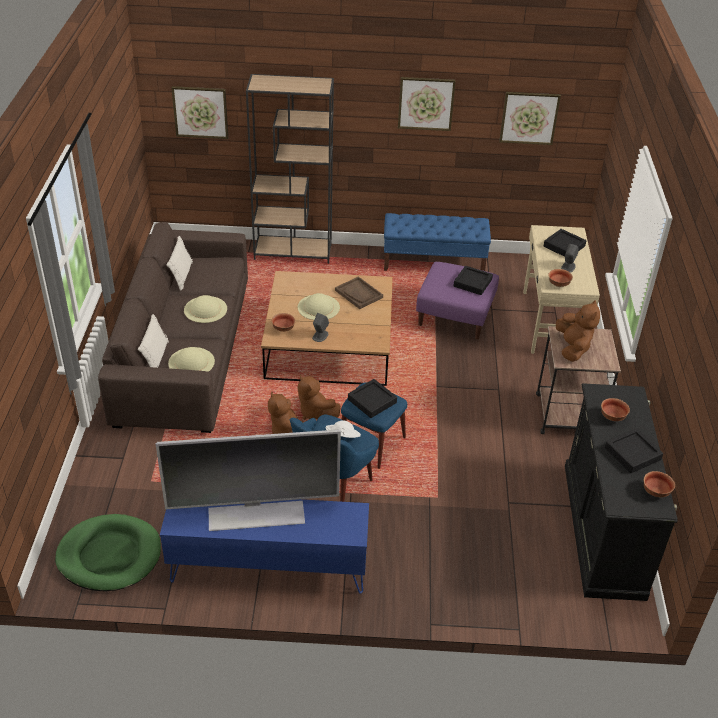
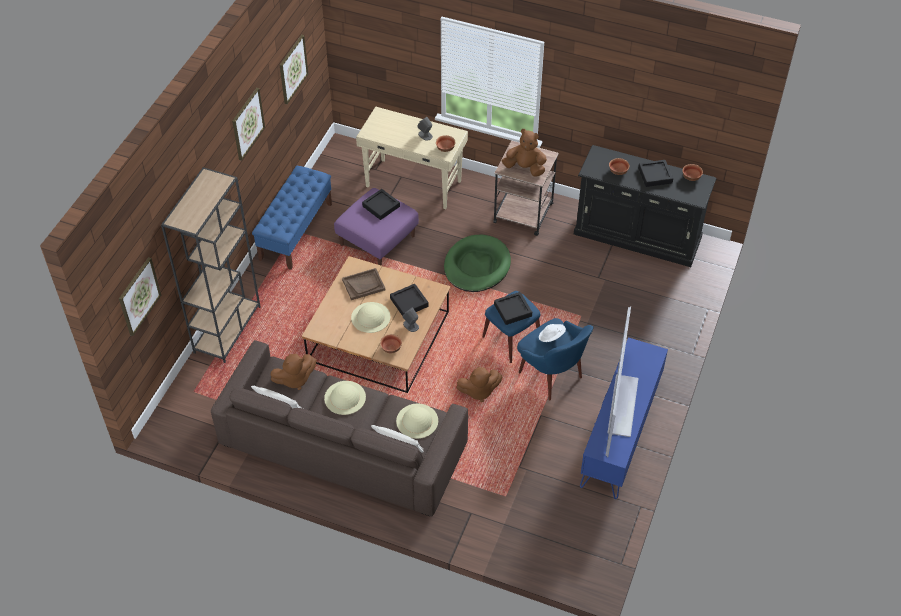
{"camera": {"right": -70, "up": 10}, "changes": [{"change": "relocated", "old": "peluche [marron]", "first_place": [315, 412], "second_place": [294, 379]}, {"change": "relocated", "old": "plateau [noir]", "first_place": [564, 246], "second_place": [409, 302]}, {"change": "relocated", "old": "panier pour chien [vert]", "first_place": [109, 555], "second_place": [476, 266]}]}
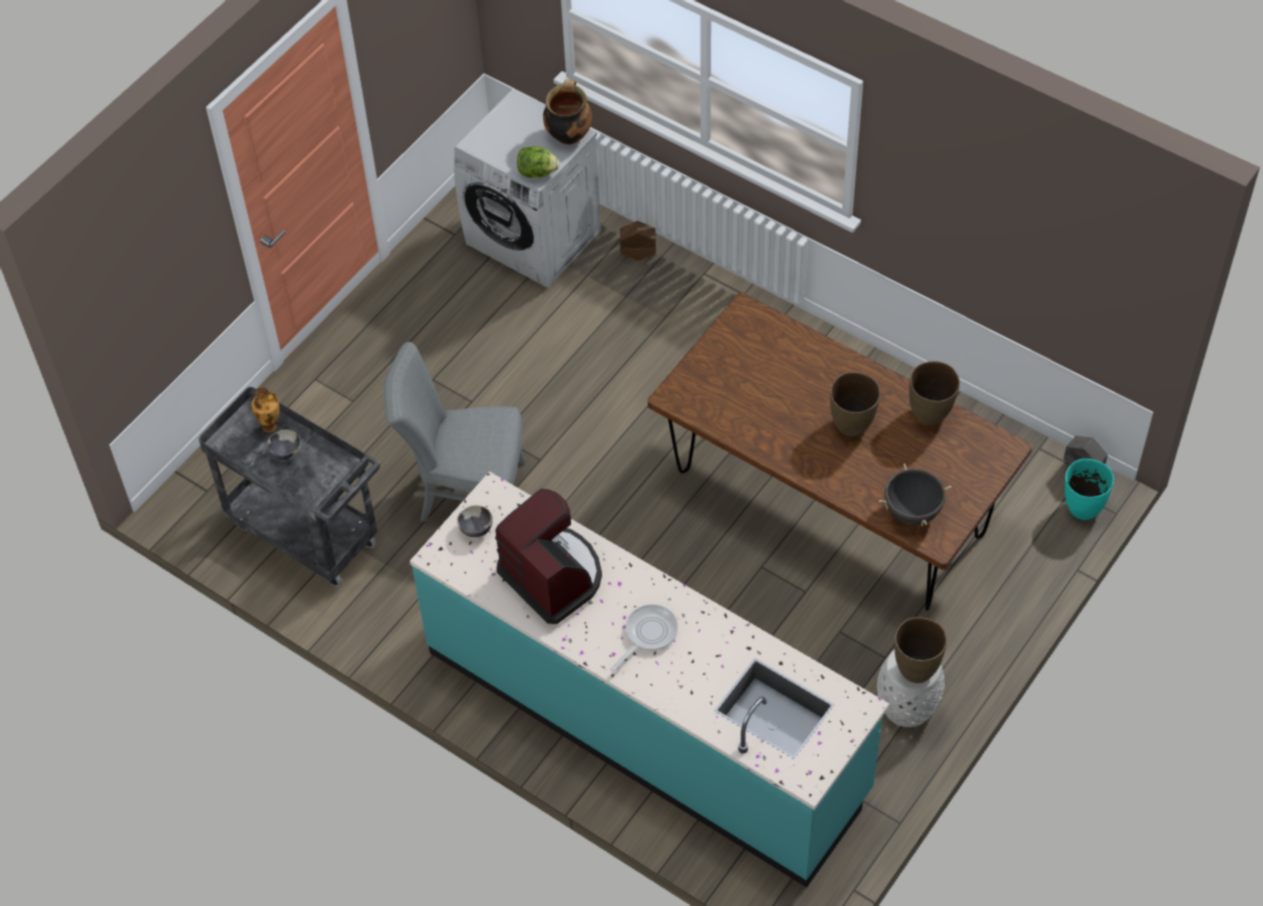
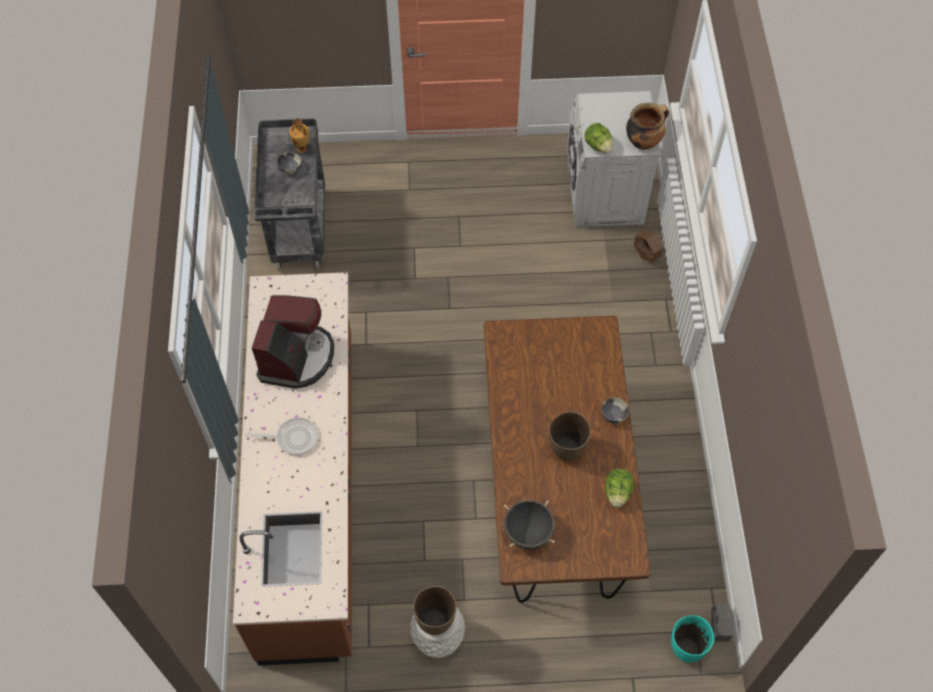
{"camera": {"right": 50, "up": 5}, "changes": [{"change": "colour", "old": "comptoir de cuisine [turquoise]", "new": "comptoir de cuisine [marron]", "first_place": [647, 721], "second_place": [311, 492]}, {"change": "relocated", "old": "bol", "first_place": [476, 529], "second_place": [613, 416]}, {"change": "exchanged", "old": "vase [marron]", "new": "laitue", "first_place": [930, 415], "second_place": [617, 492]}, {"change": "missing", "old": "chaise [gris]", "first_place": [465, 492]}]}
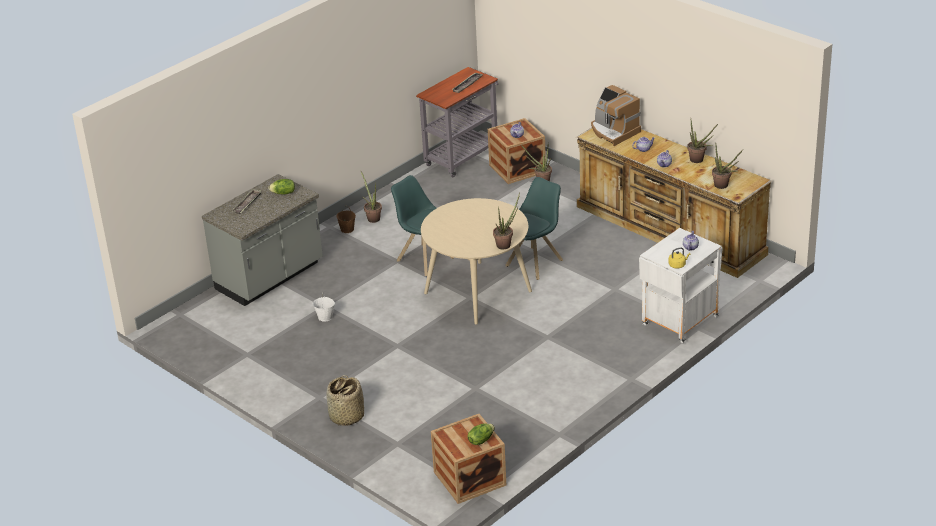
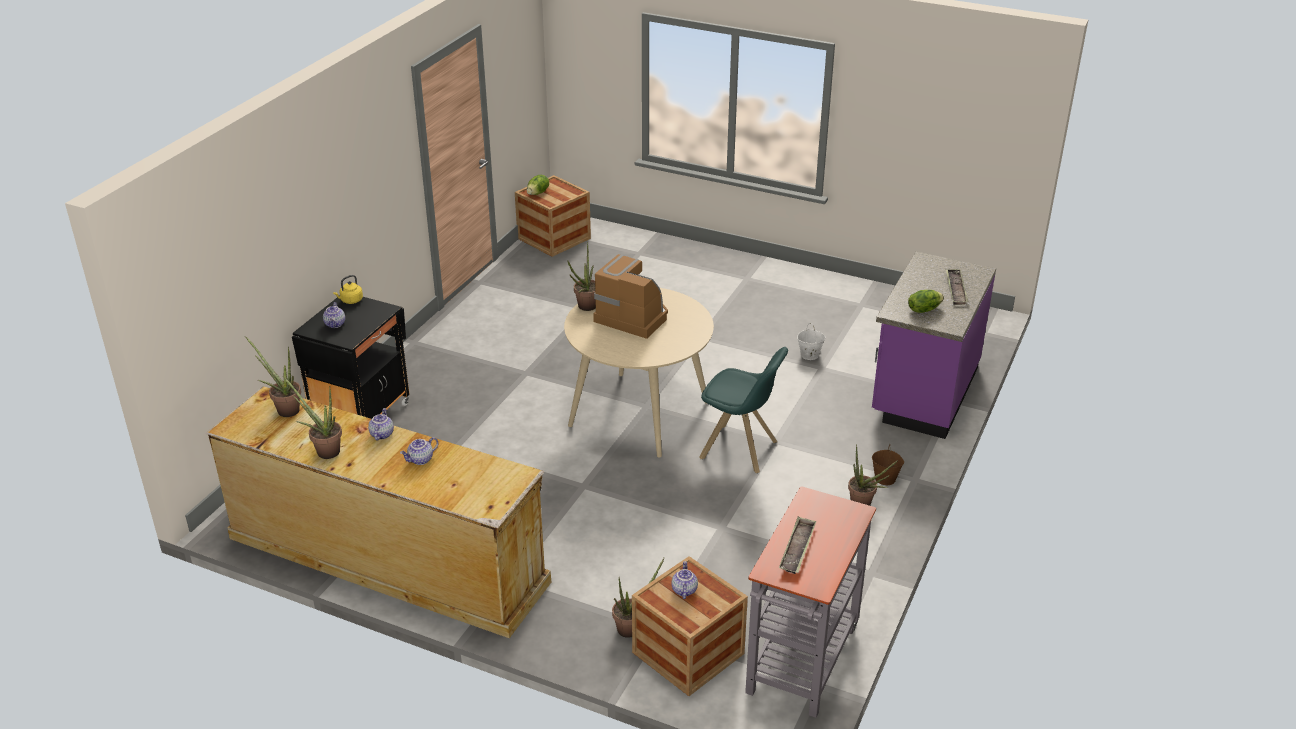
{"camera": {"right": 160, "up": 0}, "changes": [{"change": "colour", "old": "chariot [blanc]", "new": "chariot [noir]", "first_place": [679, 322], "second_place": [361, 415]}, {"change": "relocated", "old": "machine à café", "first_place": [613, 132], "second_place": [632, 316]}, {"change": "colour", "old": "comptoir de cuisine [gris]", "new": "comptoir de cuisine [violet]", "first_place": [270, 277], "second_place": [923, 392]}, {"change": "missing", "old": "panier", "first_place": [346, 416]}, {"change": "missing", "old": "chaise [turquoise]", "first_place": [535, 263]}]}
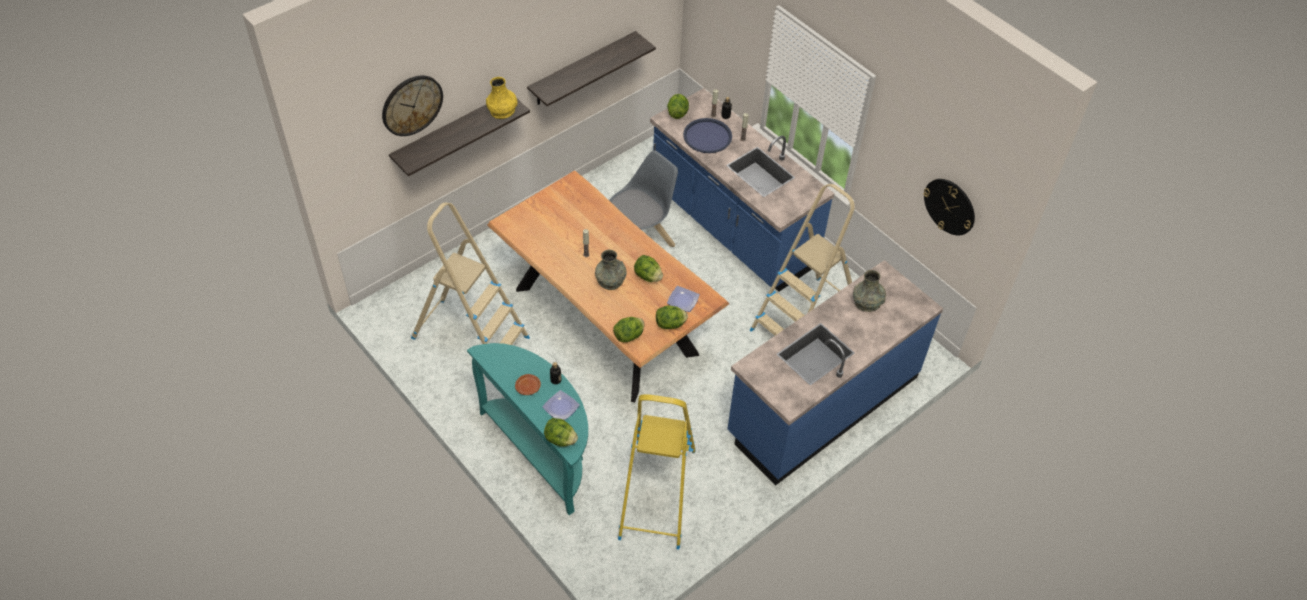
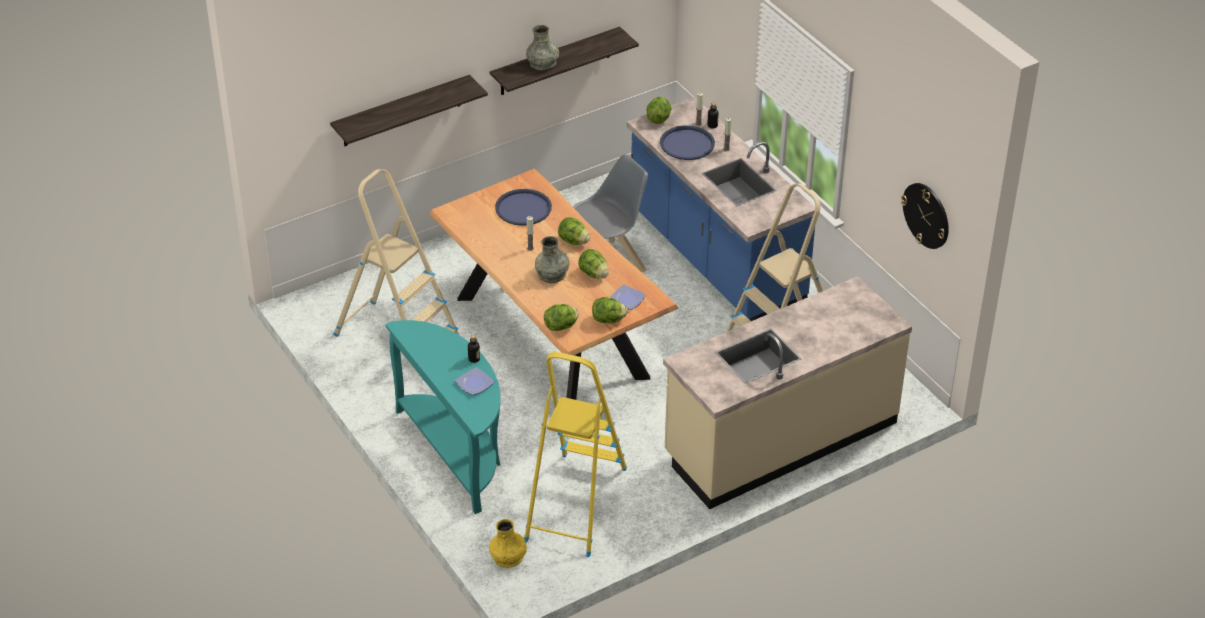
{"camera": {"right": 10, "up": -10}, "changes": [{"change": "relocated", "old": "vase [jaune]", "first_place": [502, 110], "second_place": [508, 557]}, {"change": "appeared", "new": "plateau [bleu]", "second_place": [523, 208]}, {"change": "relocated", "old": "vase [gris]", "first_place": [867, 302], "second_place": [543, 63]}, {"change": "relocated", "old": "laitue", "first_place": [560, 439], "second_place": [573, 241]}, {"change": "colour", "old": "comptoir de cuisine [bleu]", "new": "comptoir de cuisine [beige]", "first_place": [822, 405], "second_place": [780, 439]}, {"change": "missing", "old": "horloge murale", "first_place": [412, 105]}, {"change": "missing", "old": "assiette [marron]", "first_place": [528, 387]}]}
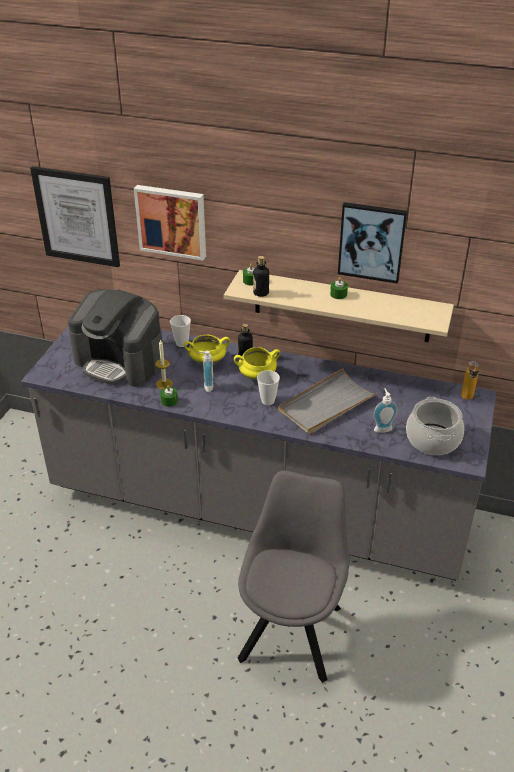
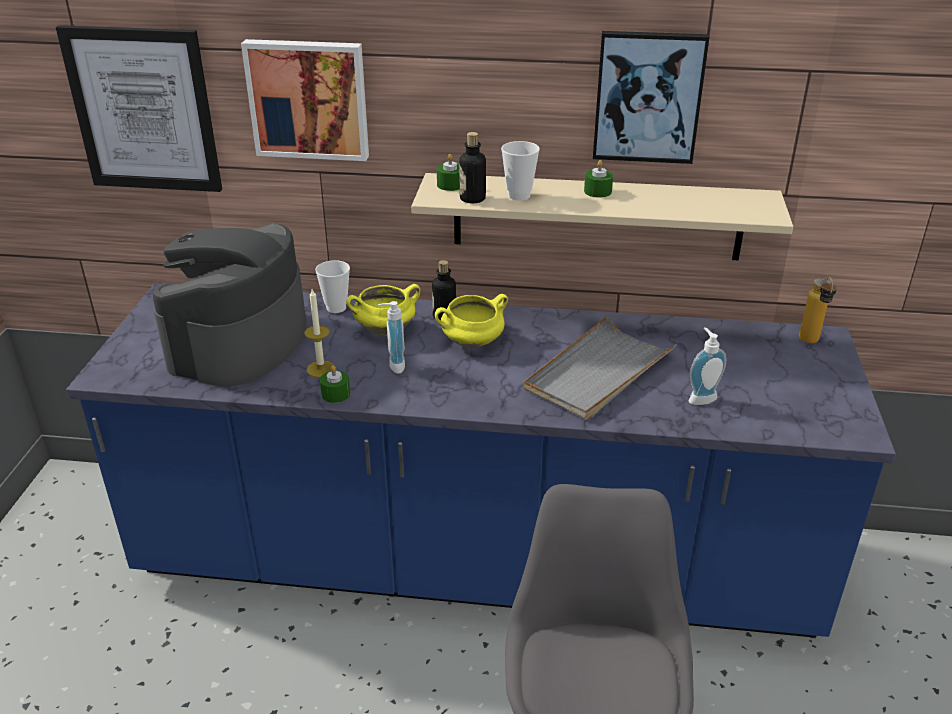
{"camera": {"right": -10, "up": -5}, "changes": [{"change": "colour", "old": "comptoir de cuisine [gris]", "new": "comptoir de cuisine [bleu]", "first_place": [257, 506], "second_place": [476, 563]}, {"change": "spun", "old": "machine à café", "first_place": [120, 361], "second_place": [239, 343], "degrees": 90}, {"change": "relocated", "old": "tasse", "first_place": [268, 401], "second_place": [519, 196]}, {"change": "missing", "old": "marmite", "first_place": [432, 439]}]}
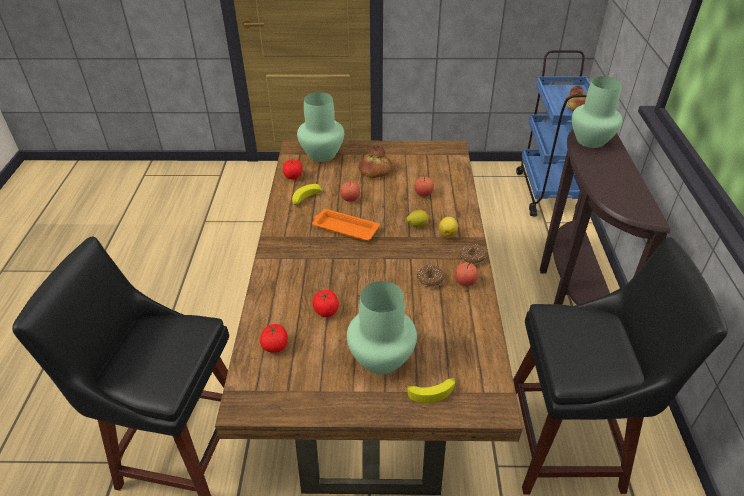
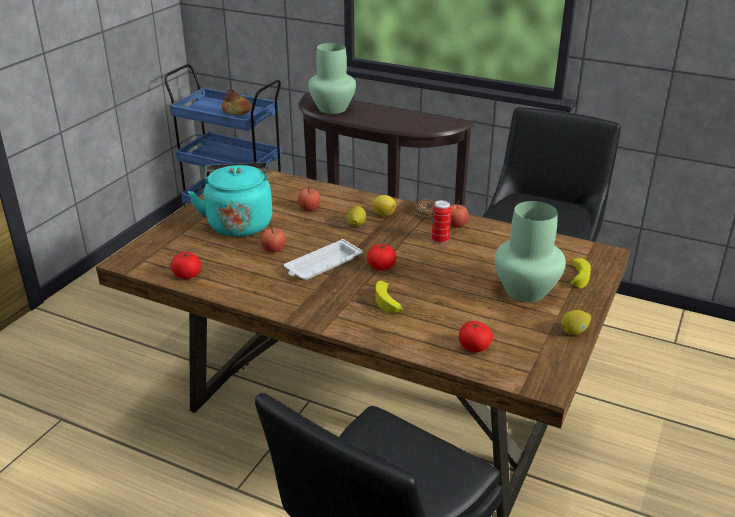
{"camera": {"right": -65, "up": -10}, "changes": [{"change": "exchanged", "old": "pain", "new": "bouilloire [turquoise]", "first_place": [375, 171], "second_place": [239, 223]}, {"change": "colour", "old": "plateau [orange]", "new": "plateau [blanc]", "first_place": [344, 228], "second_place": [322, 265]}, {"change": "relocated", "old": "tomate", "first_place": [326, 311], "second_place": [381, 267]}, {"change": "relocated", "old": "banane", "first_place": [306, 199], "second_place": [389, 303]}, {"change": "exchanged", "old": "beignet", "new": "boîte métallique", "first_place": [430, 279], "second_place": [440, 240]}, {"change": "appeared", "new": "citron", "second_place": [574, 331]}, {"change": "missing", "old": "vase [vert]", "first_place": [321, 154]}]}
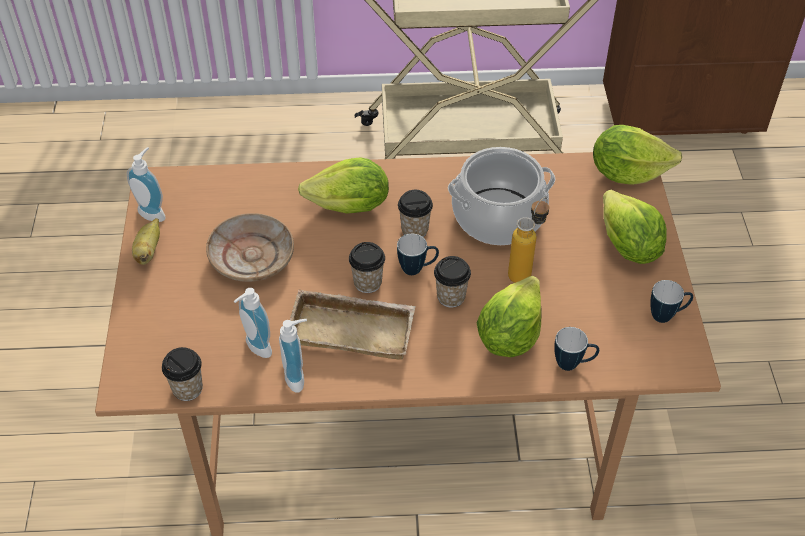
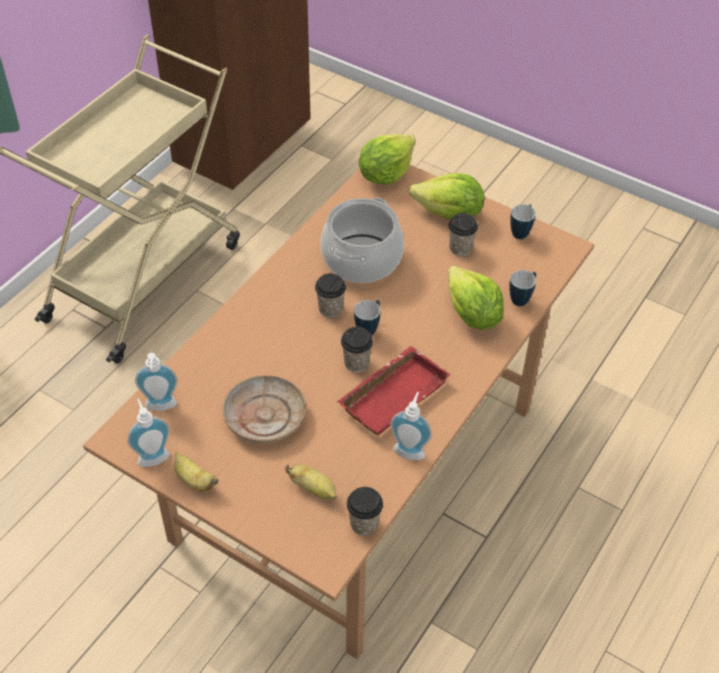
{"camera": {"right": -55, "up": 0}, "changes": [{"change": "relocated", "old": "distributeur de savon", "first_place": [255, 349], "second_place": [161, 407]}, {"change": "appeared", "new": "banane", "second_place": [314, 489]}, {"change": "colour", "old": "plateau [beige]", "new": "plateau [rouge]", "first_place": [353, 328], "second_place": [392, 394]}, {"change": "relocated", "old": "tasse", "first_place": [451, 297], "second_place": [460, 248]}, {"change": "missing", "old": "laitue", "first_place": [350, 207]}, {"change": "missing", "old": "bouteille", "first_place": [525, 270]}]}
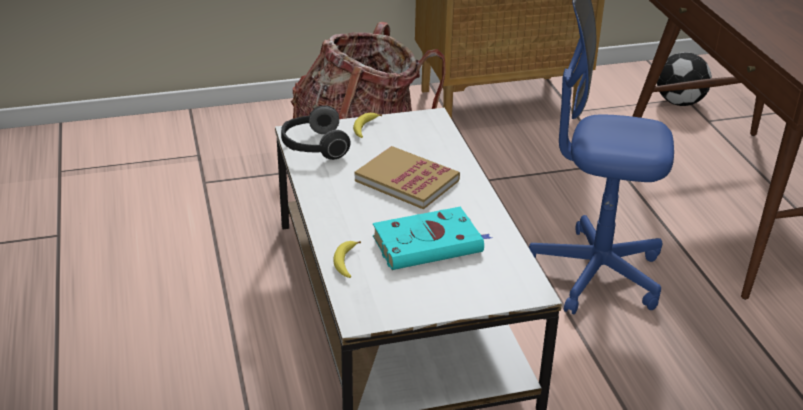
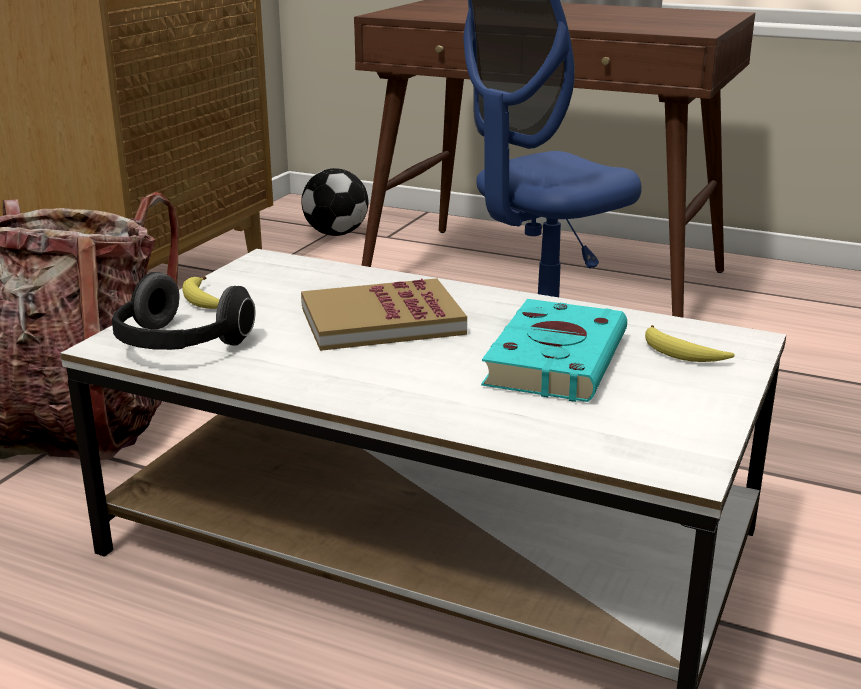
{"camera": {"right": -50, "up": -10}, "changes": [{"change": "relocated", "old": "banane", "first_place": [346, 263], "second_place": [682, 354]}]}
